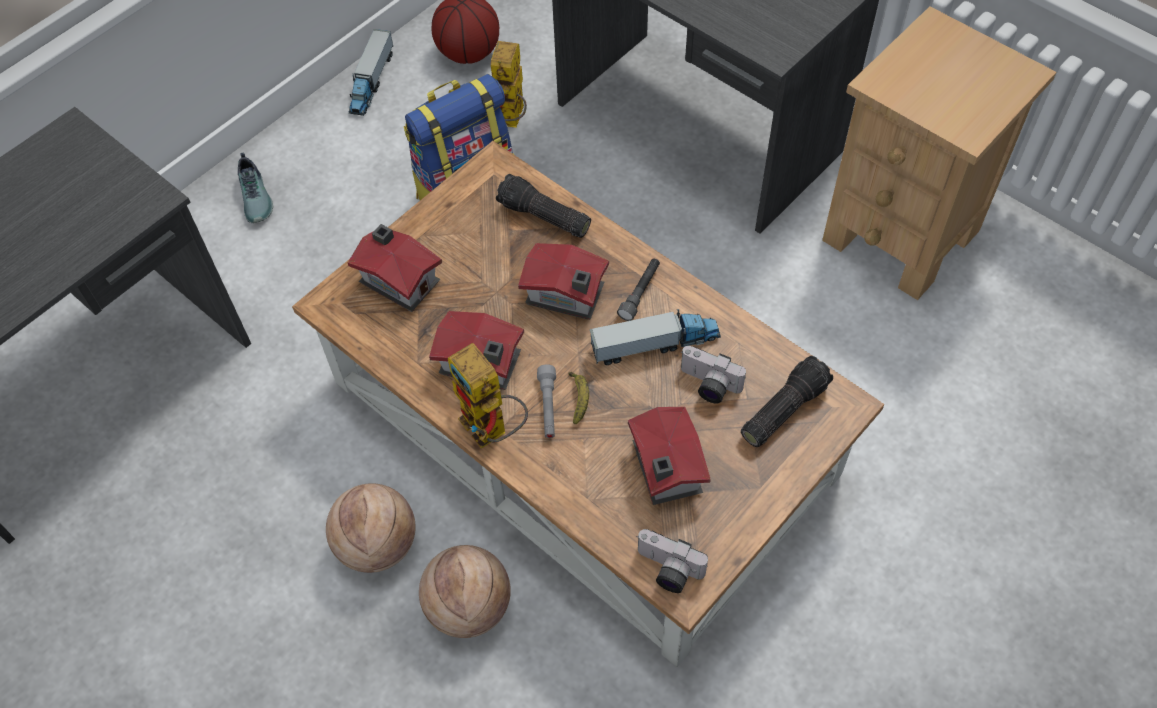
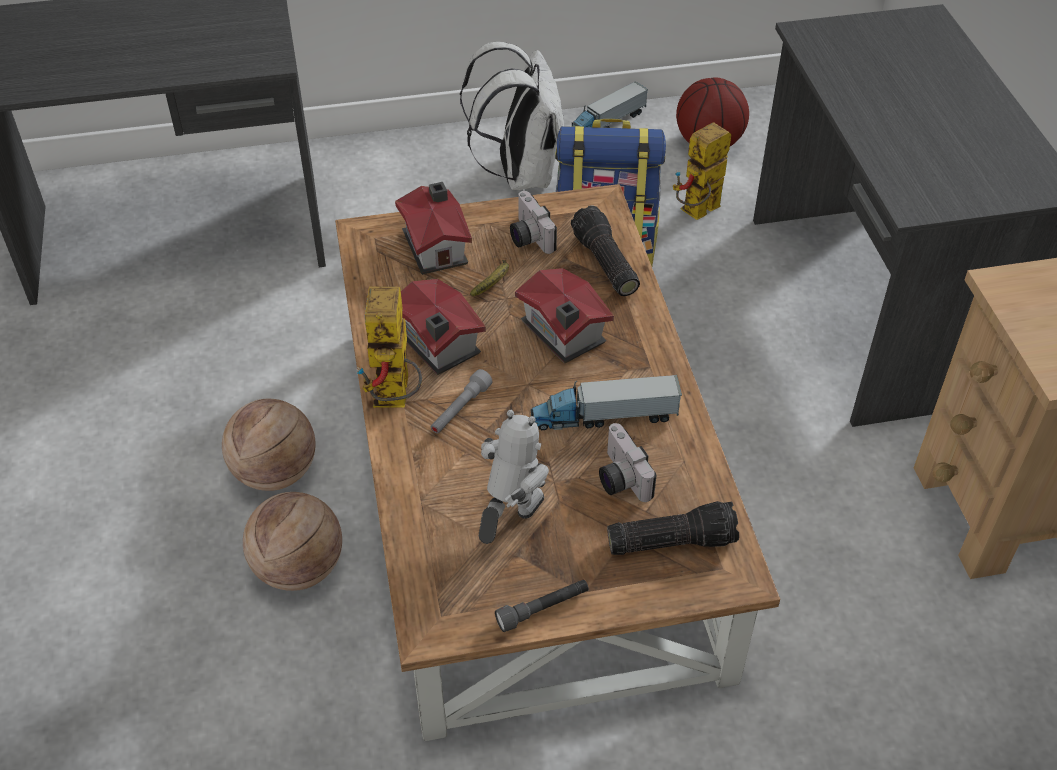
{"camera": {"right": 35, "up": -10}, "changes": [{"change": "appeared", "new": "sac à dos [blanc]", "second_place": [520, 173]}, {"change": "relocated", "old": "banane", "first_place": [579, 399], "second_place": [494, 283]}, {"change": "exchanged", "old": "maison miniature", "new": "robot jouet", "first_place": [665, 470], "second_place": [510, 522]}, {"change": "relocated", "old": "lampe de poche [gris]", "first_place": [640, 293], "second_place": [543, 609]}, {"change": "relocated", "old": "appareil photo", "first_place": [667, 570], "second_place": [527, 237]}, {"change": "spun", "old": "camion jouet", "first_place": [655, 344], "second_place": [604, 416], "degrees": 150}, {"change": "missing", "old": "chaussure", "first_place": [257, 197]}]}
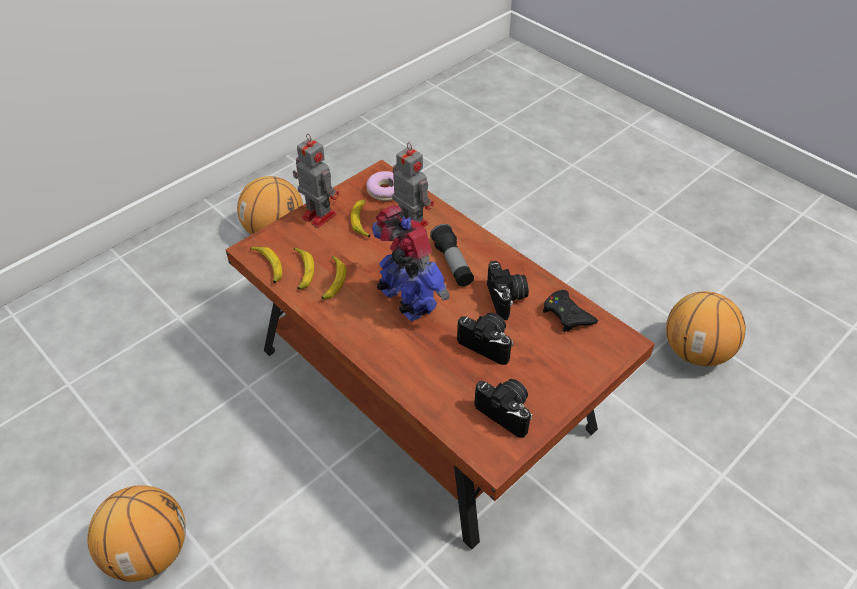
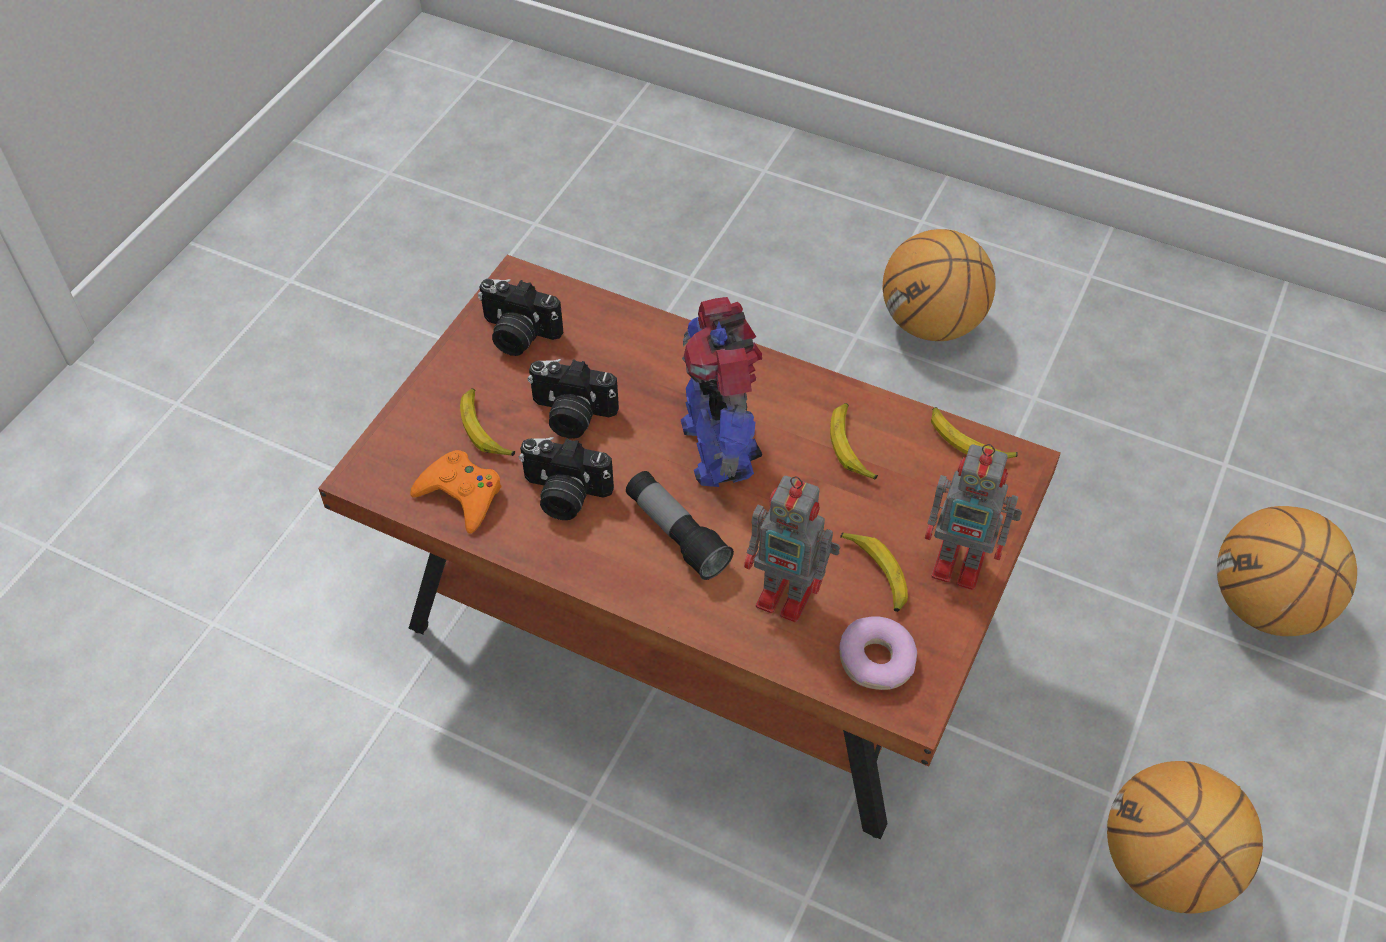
{"camera": {"right": 160, "up": 5}, "changes": [{"change": "colour", "old": "manette [noir]", "new": "manette [orange]", "first_place": [567, 315], "second_place": [461, 495]}, {"change": "relocated", "old": "banane", "first_place": [302, 271], "second_place": [485, 429]}, {"change": "spun", "old": "appareil photo", "first_place": [507, 299], "second_place": [564, 495], "degrees": -45}, {"change": "spun", "old": "robot jouet", "first_place": [407, 301], "second_place": [719, 447], "degrees": 45}, {"change": "relocated", "old": "ballon de basket", "first_place": [695, 351], "second_place": [1265, 606]}]}
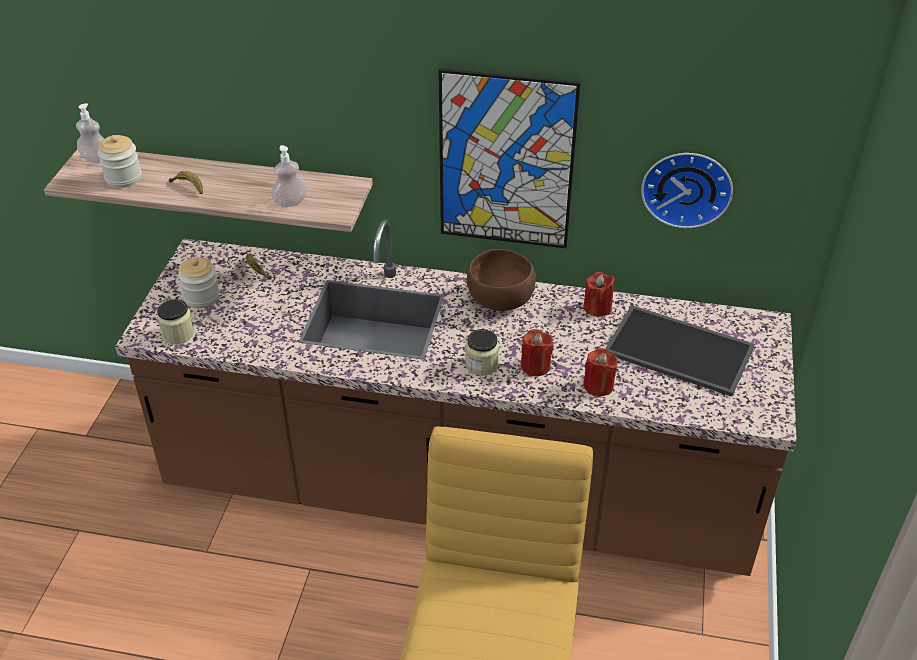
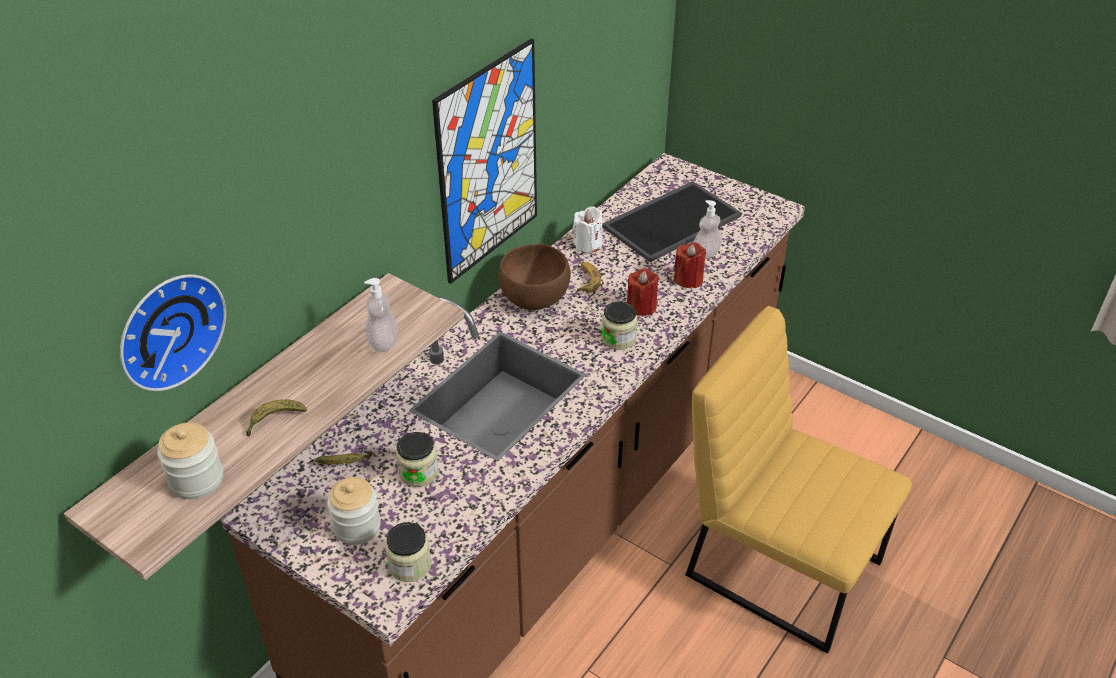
{"camera": {"right": -65, "up": 0}, "changes": [{"change": "relocated", "old": "horloge murale", "first_place": [687, 187], "second_place": [167, 329]}, {"change": "appeared", "new": "bocal", "second_place": [418, 472]}, {"change": "colour", "old": "bougie [rouge]", "new": "bougie [blanc]", "first_place": [597, 307], "second_place": [588, 244]}, {"change": "appeared", "new": "banane", "second_place": [587, 280]}, {"change": "relocated", "old": "distributeur de savon", "first_place": [96, 159], "second_place": [706, 253]}]}
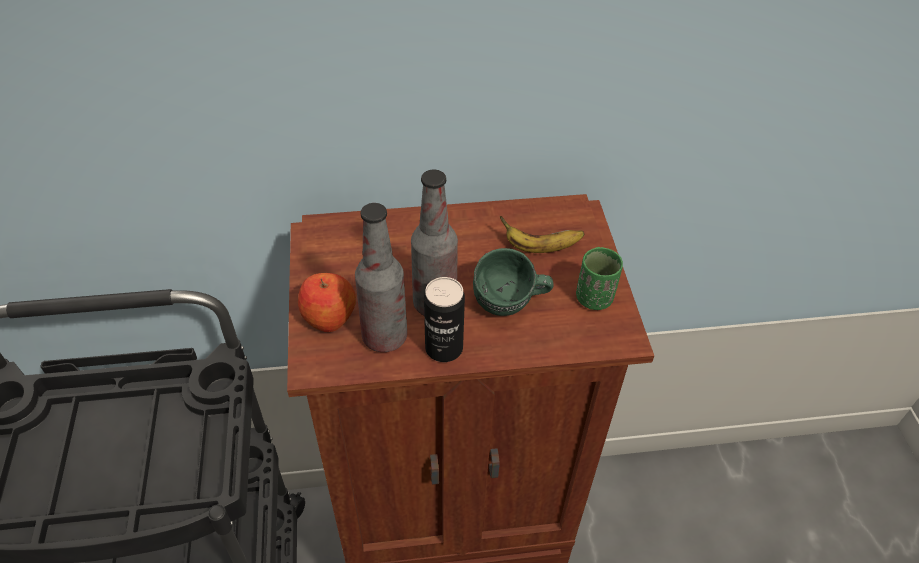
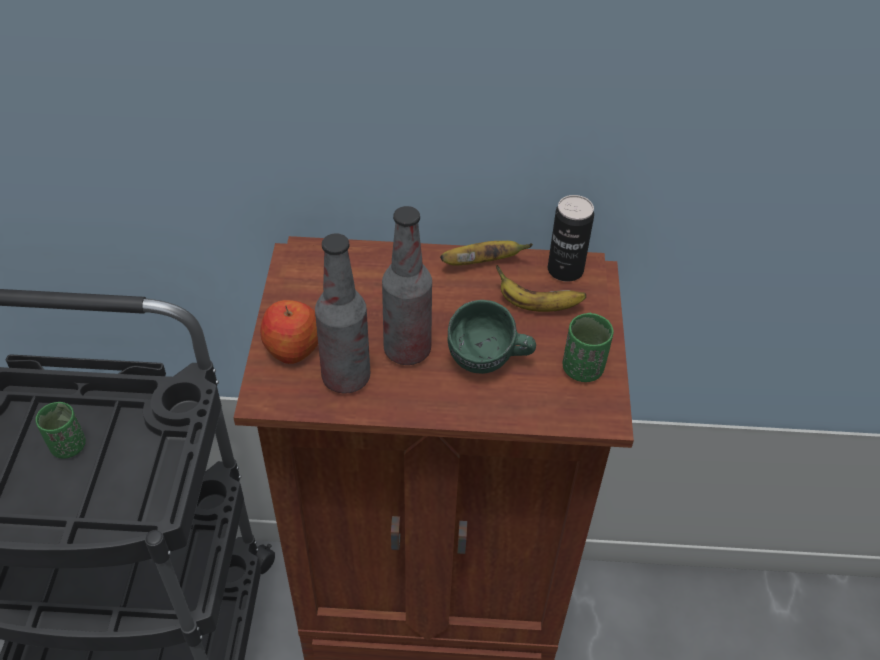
{"camera": {"right": 10, "up": 0}, "changes": [{"change": "appeared", "new": "tasse [vert]", "second_place": [68, 446]}, {"change": "appeared", "new": "banane", "second_place": [482, 262]}, {"change": "relocated", "old": "boîte métallique", "first_place": [444, 348], "second_place": [565, 270]}]}
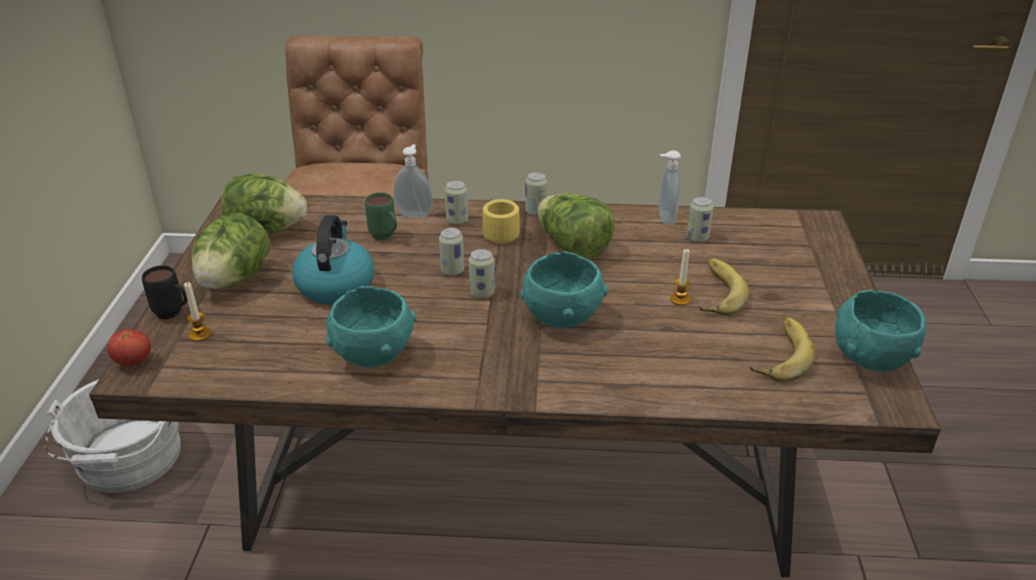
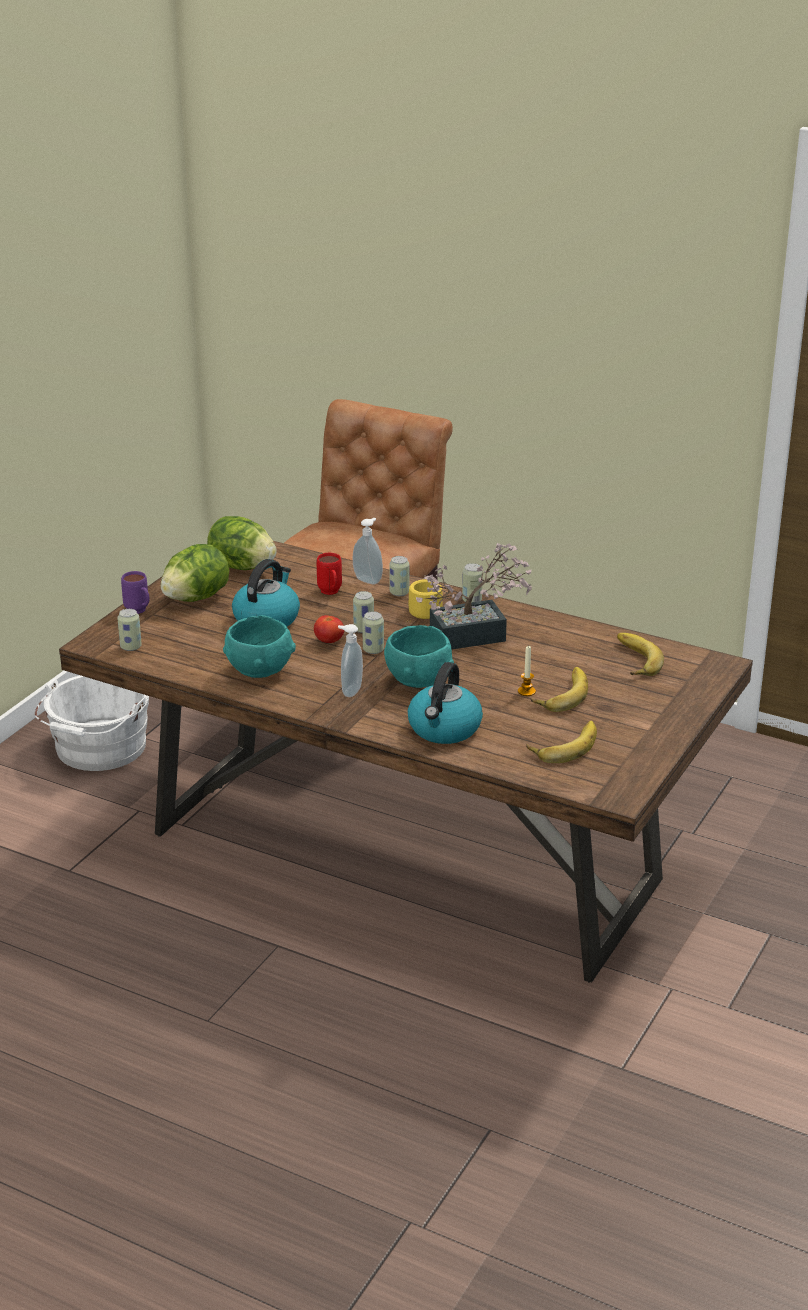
{"camera": {"right": 25, "up": -5}, "changes": [{"change": "relocated", "old": "boîte métallique", "first_place": [697, 238], "second_place": [131, 647]}, {"change": "colour", "old": "mug [noir]", "new": "mug [violet]", "first_place": [174, 314], "second_place": [139, 612]}, {"change": "relocated", "old": "tomate", "first_place": [133, 362], "second_place": [329, 641]}, {"change": "colour", "old": "mug [vert]", "new": "mug [rouge]", "first_place": [386, 238], "second_place": [331, 593]}, {"change": "relocated", "old": "distributeur de savon", "first_place": [664, 219], "second_place": [350, 691]}, {"change": "appeared", "new": "bouilloire", "second_place": [444, 729]}, {"change": "exchanged", "old": "laitue", "new": "plante en pot", "first_place": [573, 247], "second_place": [476, 635]}, {"change": "appeared", "new": "banane", "second_place": [633, 660]}, {"change": "missing", "old": "bougie", "first_place": [200, 334]}, {"change": "missing", "old": "bol [turquoise]", "first_place": [870, 360]}]}
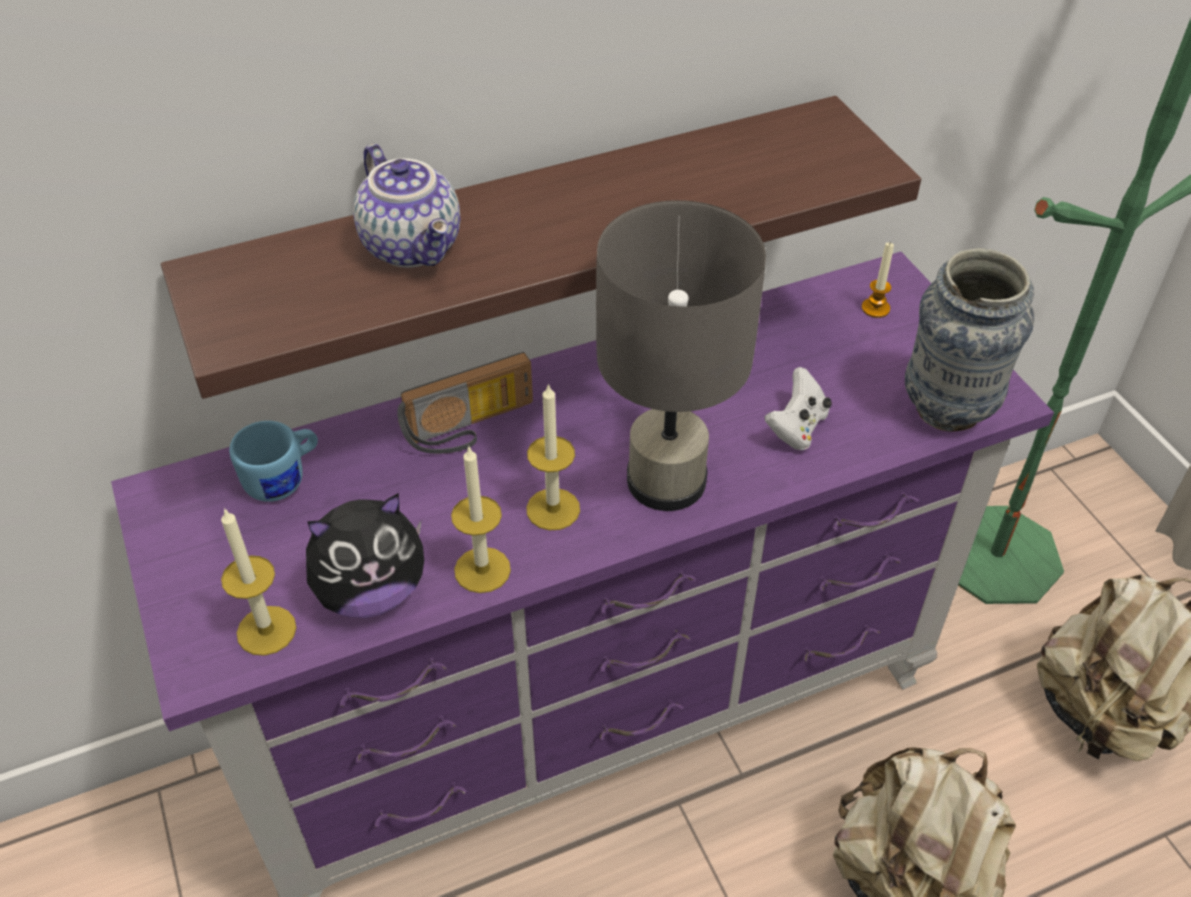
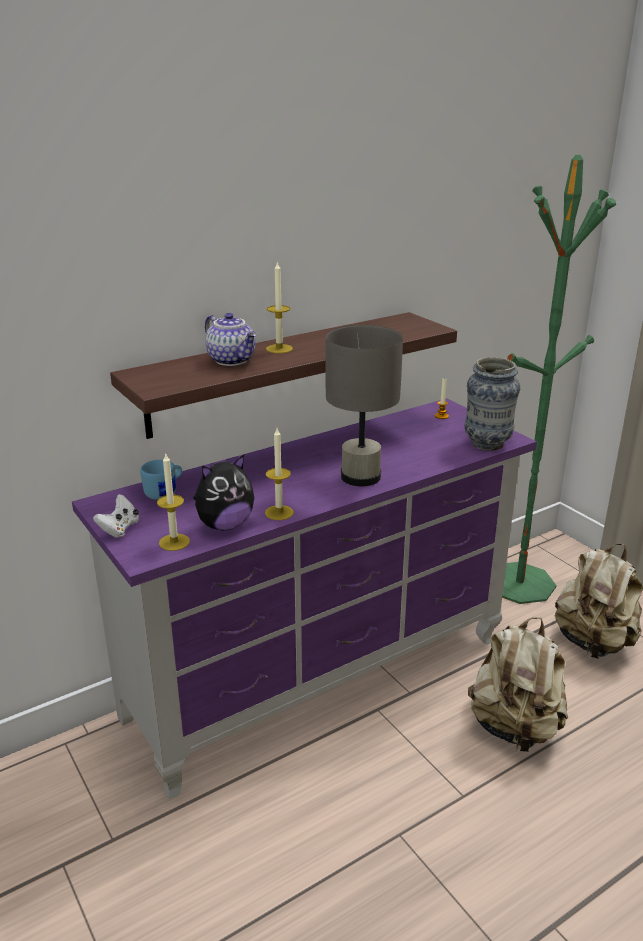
{"camera": {"right": -10, "up": -20}, "changes": [{"change": "relocated", "old": "manette [blanc]", "first_place": [796, 428], "second_place": [119, 529]}, {"change": "relocated", "old": "bougie", "first_place": [553, 509], "second_place": [279, 349]}, {"change": "missing", "old": "radio", "first_place": [471, 428]}]}
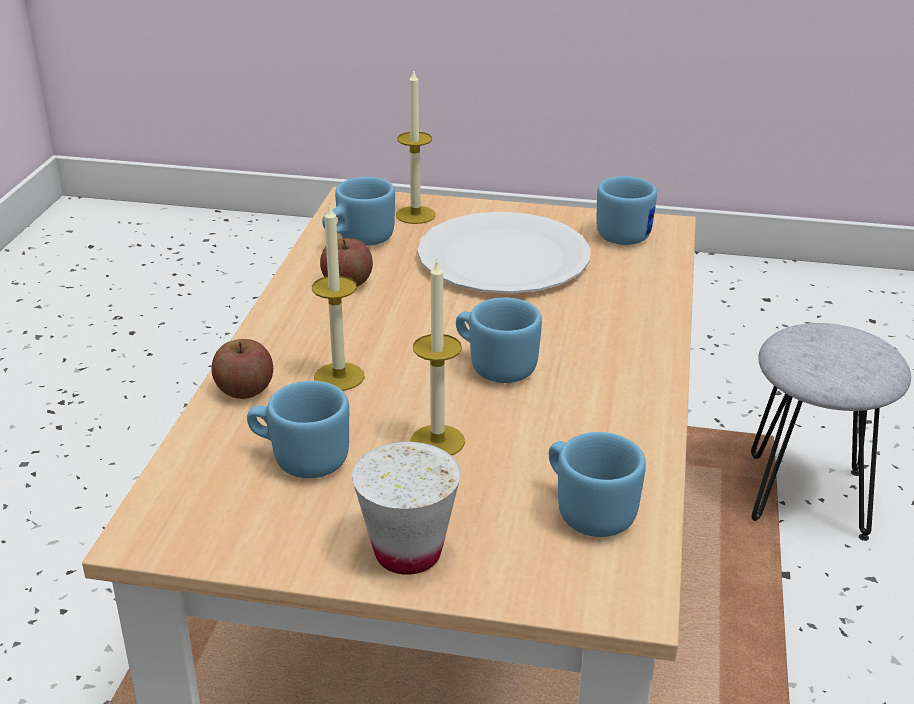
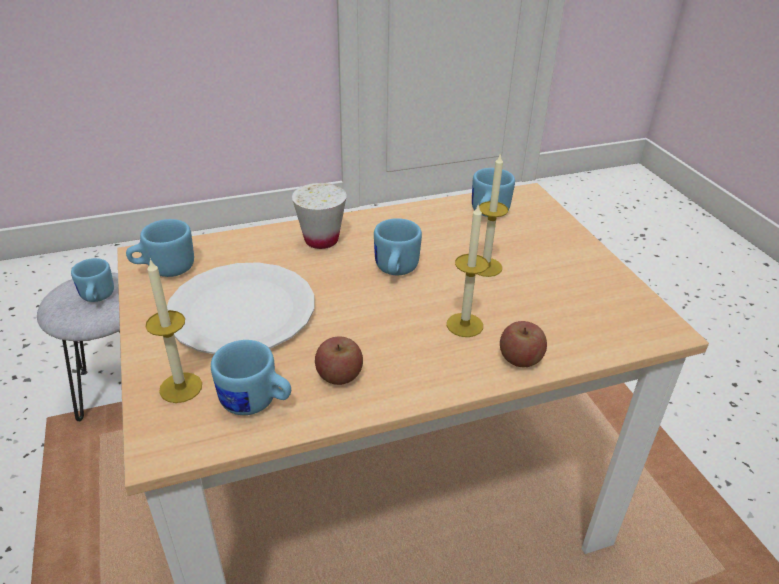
{"camera": {"right": -120, "up": 5}, "changes": [{"change": "relocated", "old": "mug [bleu]", "first_place": [300, 459], "second_place": [96, 298]}, {"change": "relocated", "old": "tasse [blanc]", "first_place": [408, 553], "second_place": [321, 240]}]}
